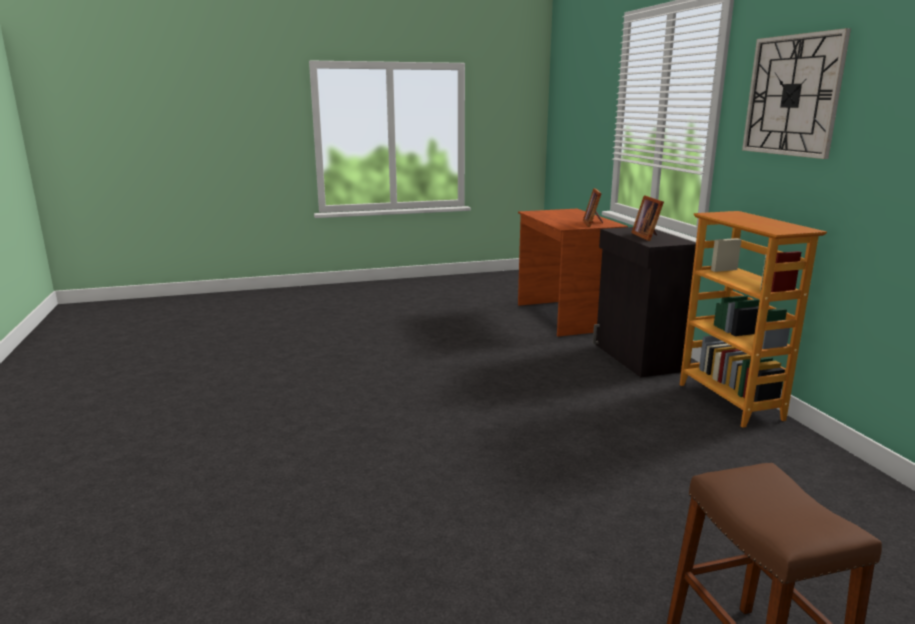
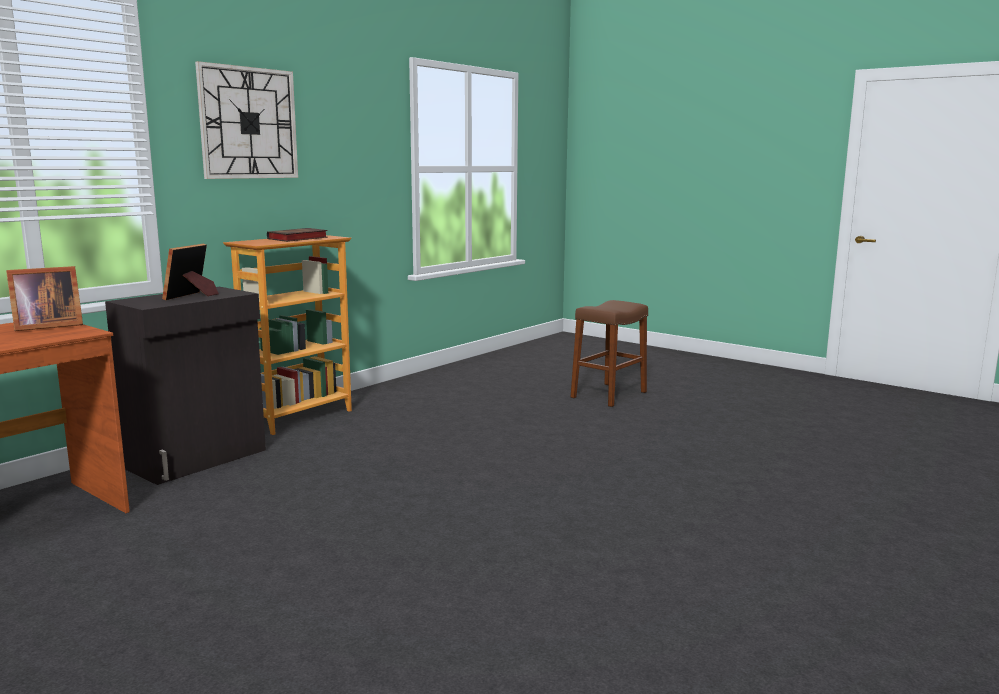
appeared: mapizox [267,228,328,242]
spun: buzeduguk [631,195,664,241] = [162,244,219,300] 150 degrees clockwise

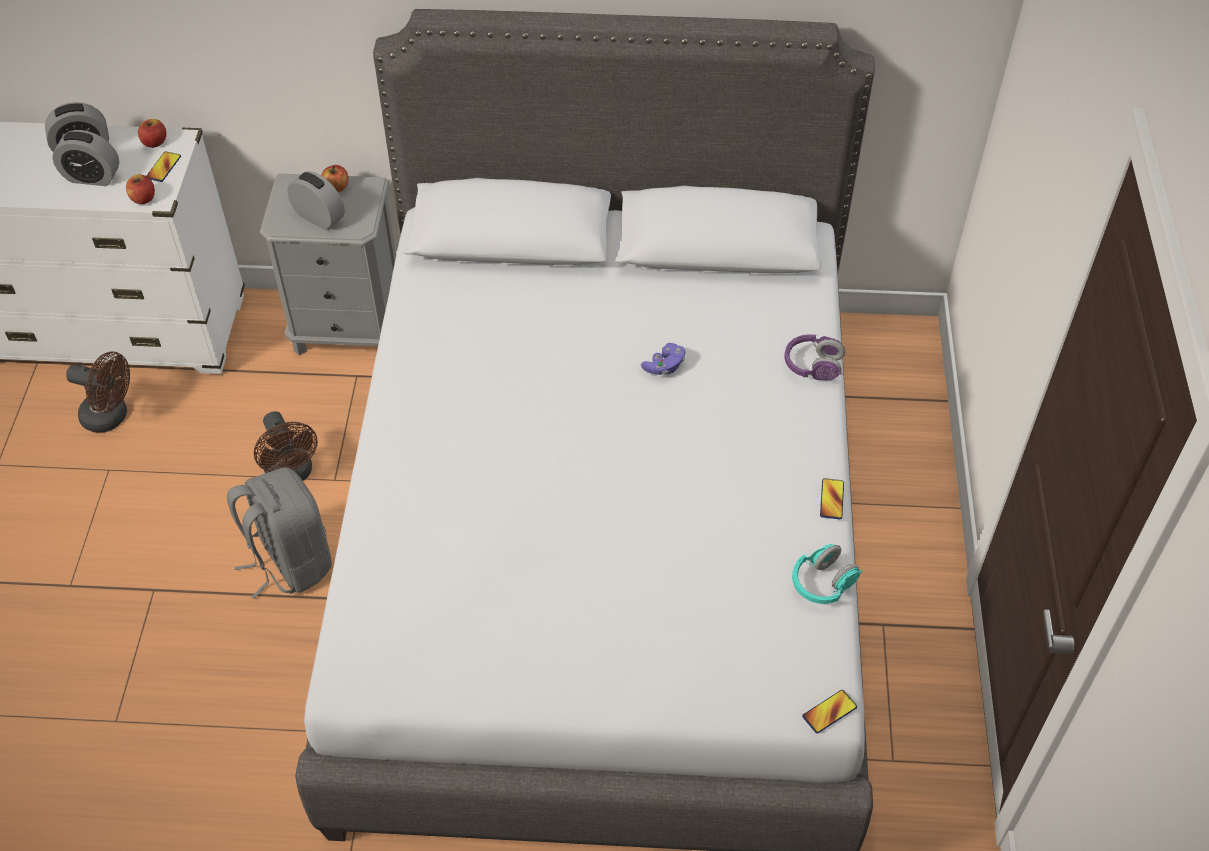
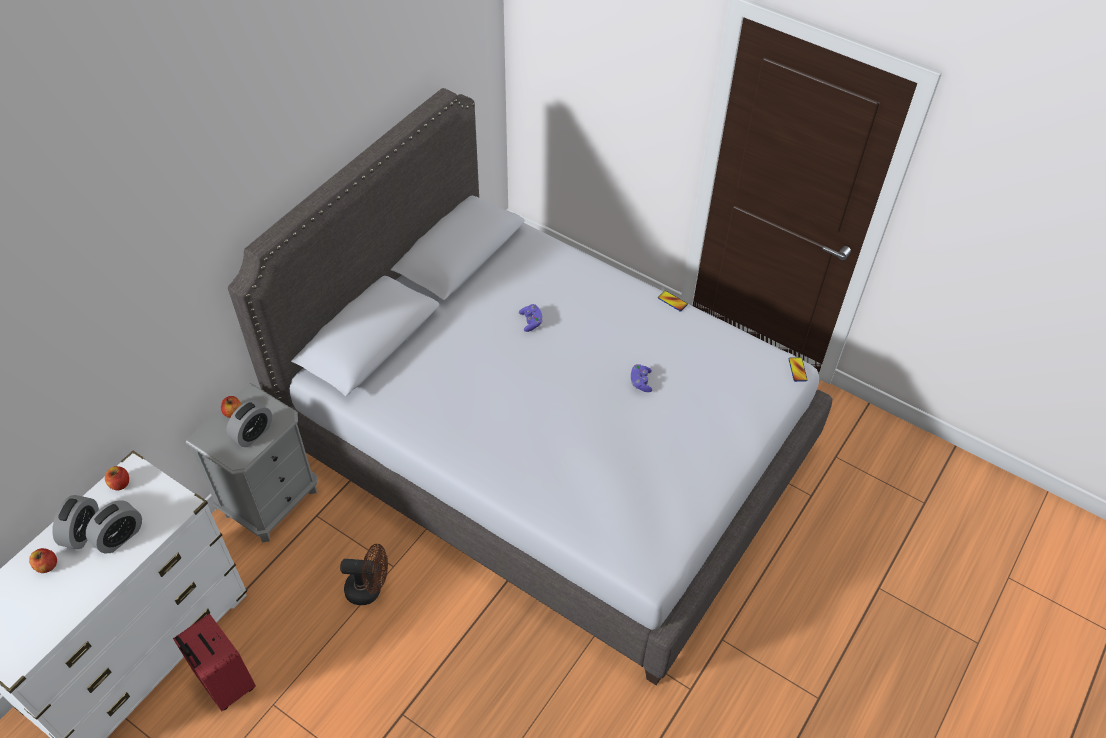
missing: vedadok [147,151,181,182]; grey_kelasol [227,467,332,599]; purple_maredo [785,334,845,380]; turquoise_maredo [792,544,863,604]
appeared: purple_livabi [631,364,652,392]
relocated: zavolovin [126,174,155,204] to [29,548,57,573]
exchanged: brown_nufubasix [66,351,130,432] to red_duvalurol [173,614,256,711]
spun: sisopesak [287,171,345,230] = [227,400,272,447] 150 degrees clockwise

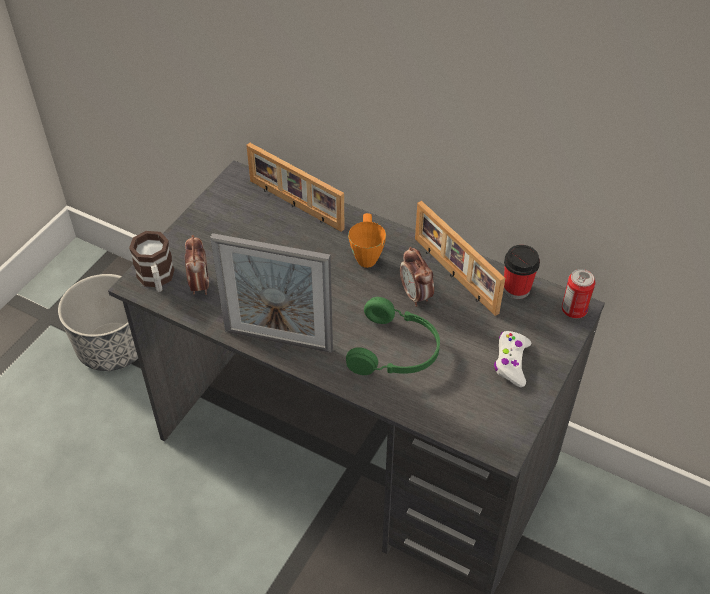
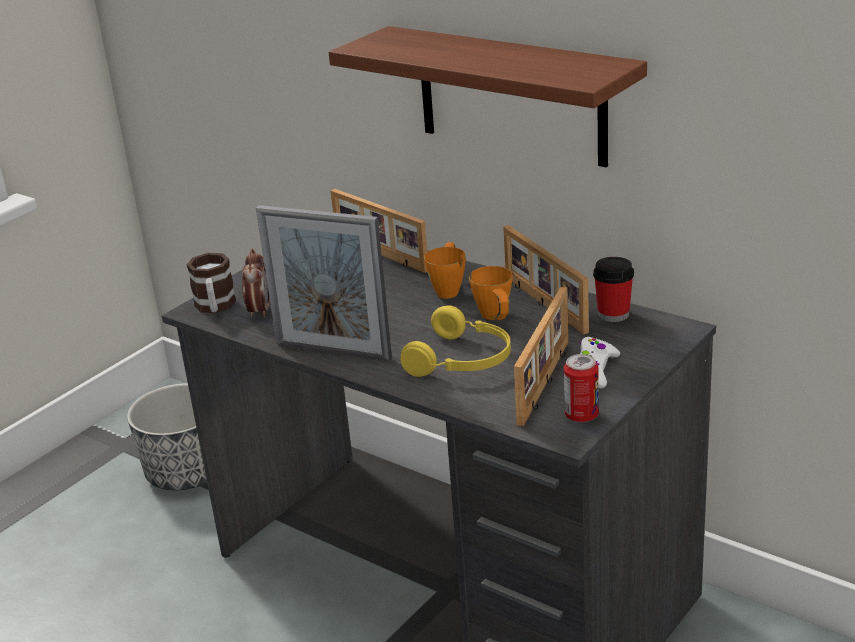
appeared: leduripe [329,26,647,167]; buzeduguk [514,287,568,426]
relocated: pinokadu [562,269,595,318] to [564,354,599,422]
exchanged: sisopesak [400,247,434,307] to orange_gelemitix [469,266,513,320]
colour: green_maredo [346,297,440,375] to yellow_maredo [400,305,511,377]

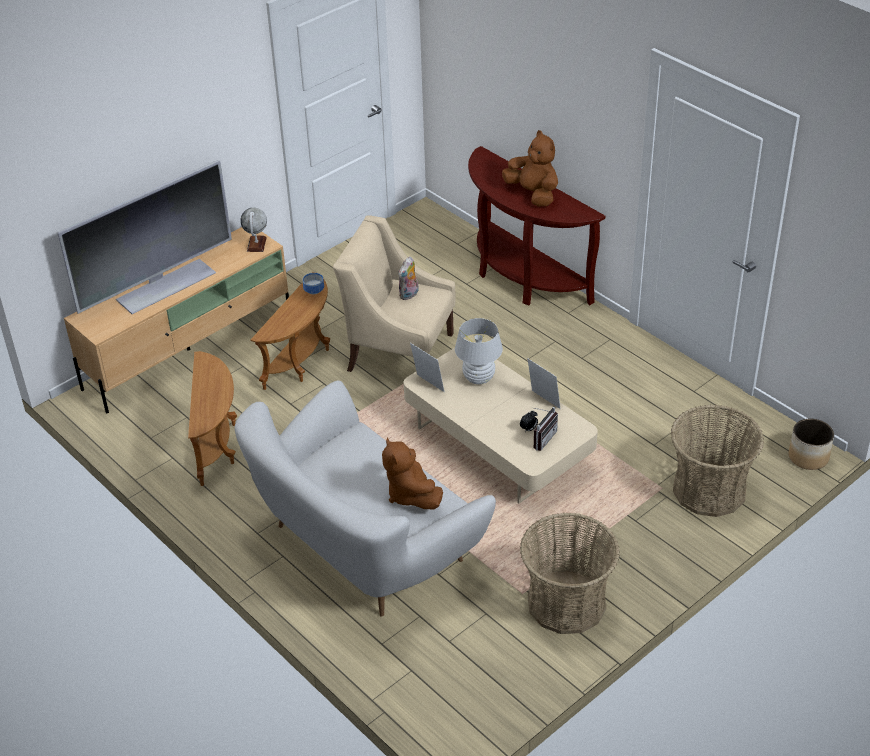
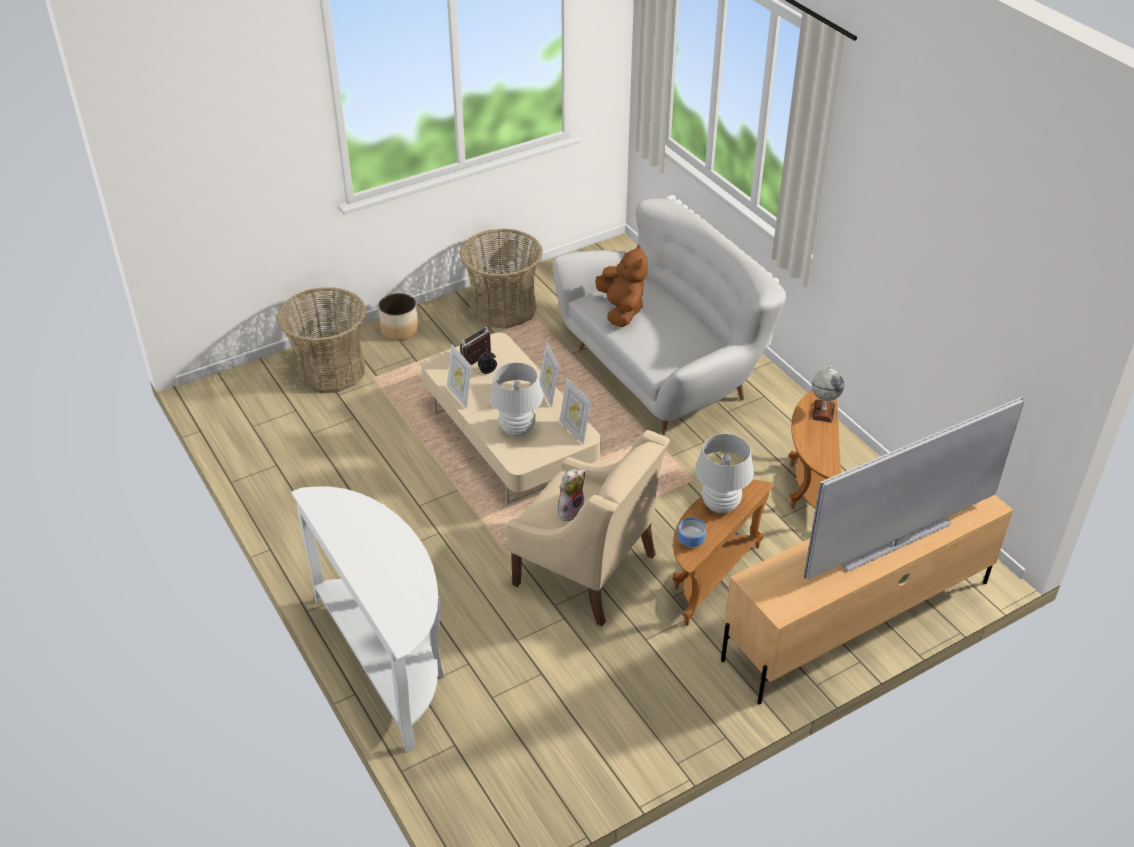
missing: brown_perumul [502,130,558,206]
appeared: buzeduguk [539,341,560,408]; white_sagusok [695,434,754,513]
relocated: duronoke [789,418,834,470] to [378,293,419,341]; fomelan [240,207,267,252] to [812,366,844,423]
colour: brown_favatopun [468,146,605,305] to white_favatopun [291,486,445,752]

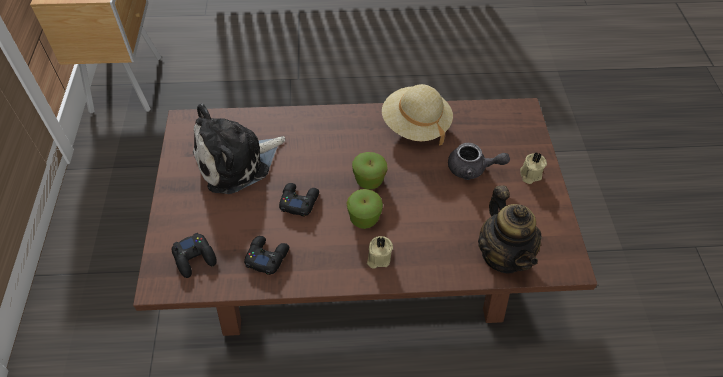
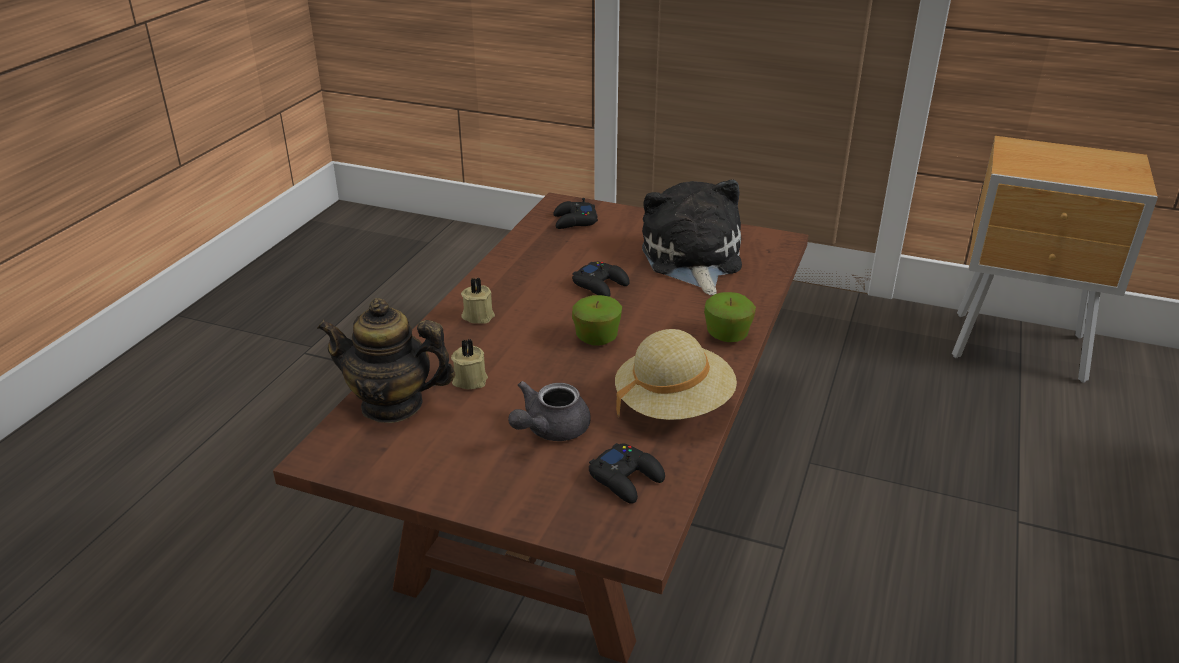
relocated: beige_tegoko [520,152,547,184] to [451,339,488,389]; black_livabi [244,236,289,275] to [589,443,665,504]; zavolovin [347,189,383,229] to [704,292,756,342]

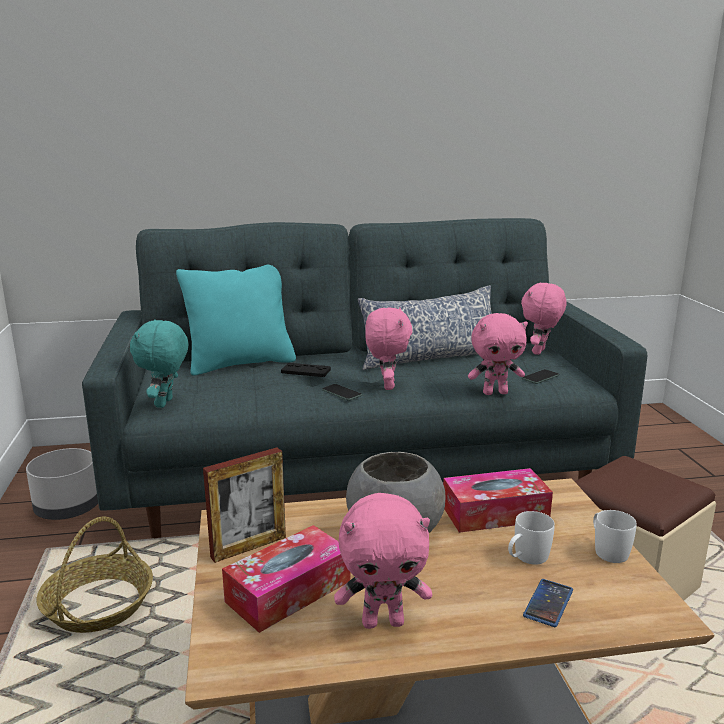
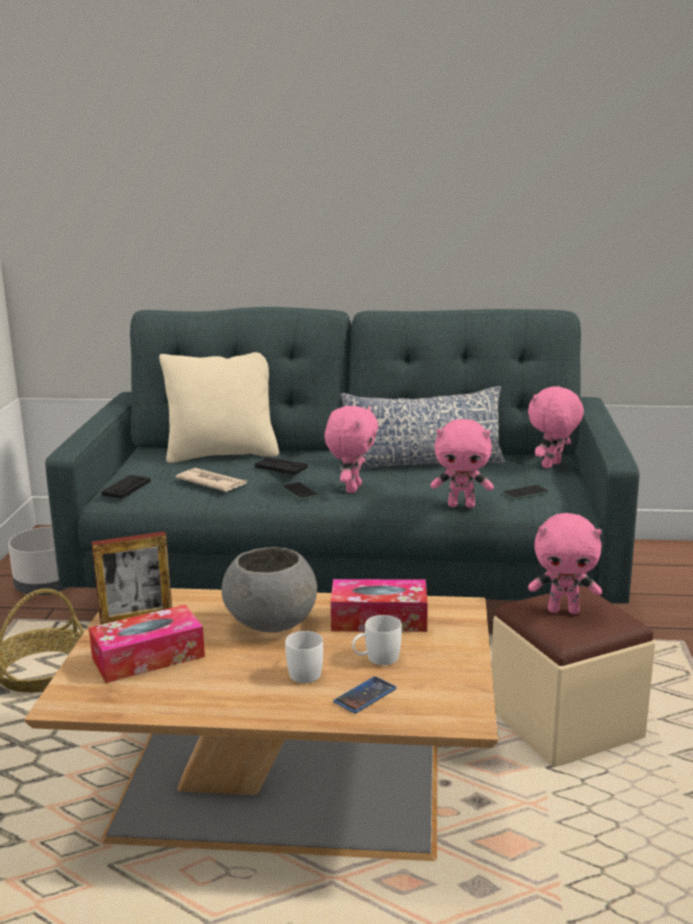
appeared: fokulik [176,468,247,492]
relocated: white_gelemitix [593,510,637,563] to [285,631,323,683]; pink_perumul [334,493,432,629] to [528,513,602,614]
exchanged: turquoise_perumul [130,319,188,408] to black_livabi [101,475,151,498]
colour: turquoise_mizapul [176,265,296,376] to beige_mizapul [159,352,279,463]

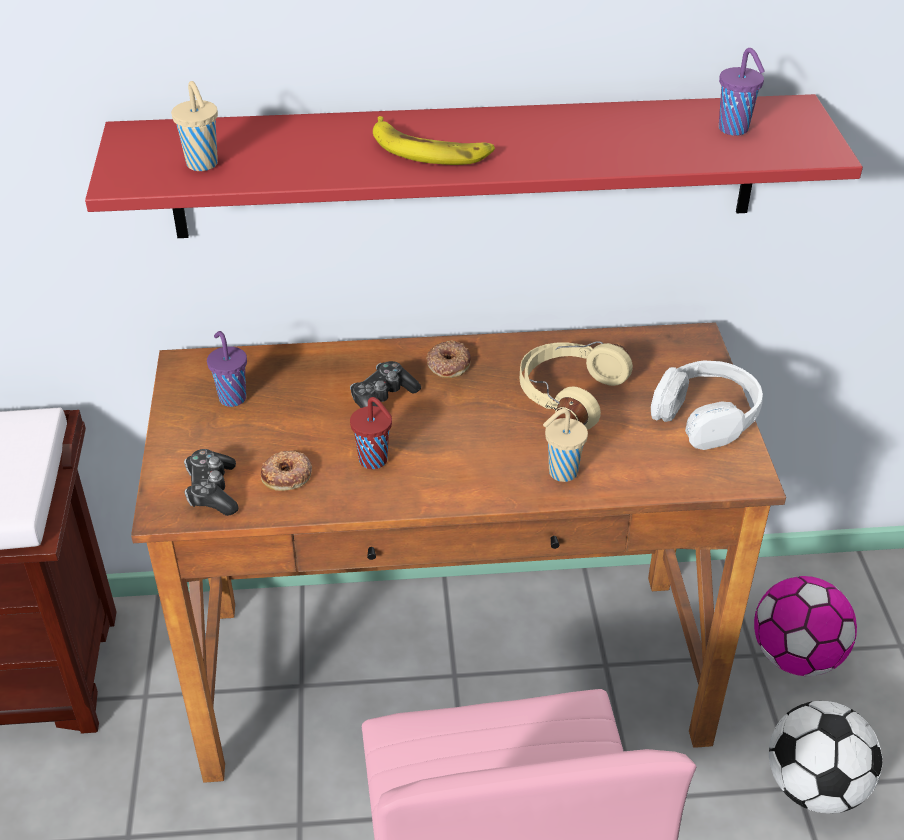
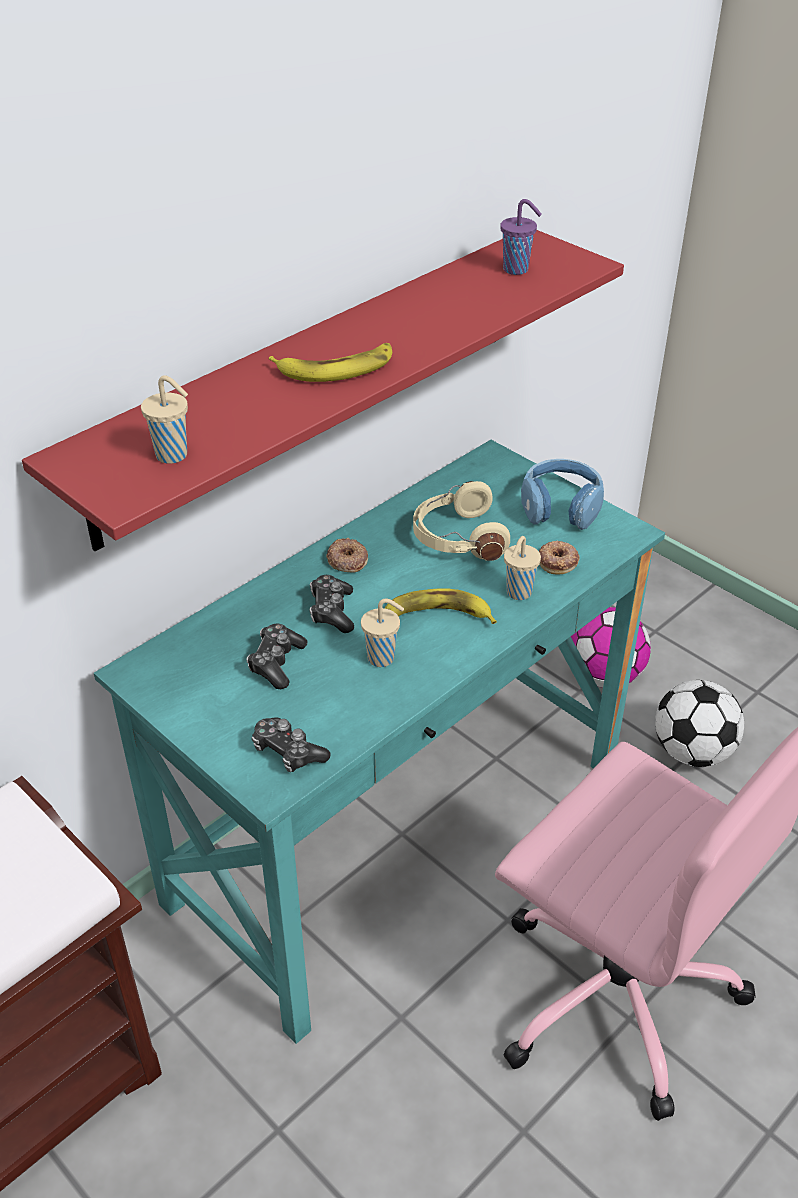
missing: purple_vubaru [207,331,247,407]
appeared: livabi [246,624,307,689]; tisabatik [384,589,497,624]
relocated: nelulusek [261,451,312,491] to [539,541,580,574]
colour: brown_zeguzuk [131,322,786,782] to turquoise_zeguzuk [94,440,665,1044]; red_vubaru [350,397,392,469] to beige_vubaru [361,599,404,667]; white_maredo [651,360,763,450] to blue_maredo [521,459,604,530]

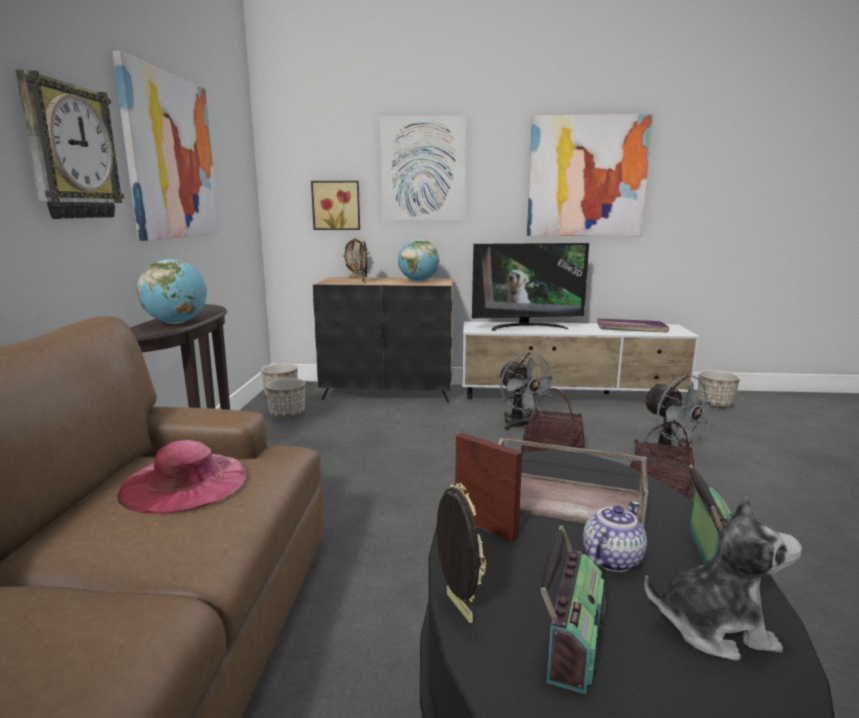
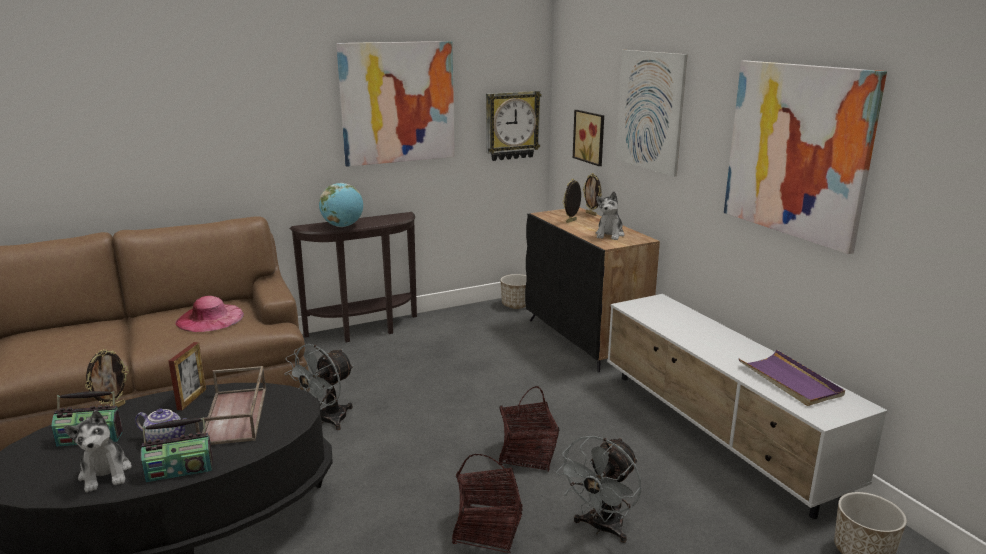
missing: duronoke [265,378,305,418]; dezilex [472,243,589,331]
relocated: grey_nufubasix [499,352,558,431] to [284,344,354,430]; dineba [15,69,124,219] to [486,91,541,161]
exchanged: fomelan [398,239,439,281] to perumul [596,191,624,240]

